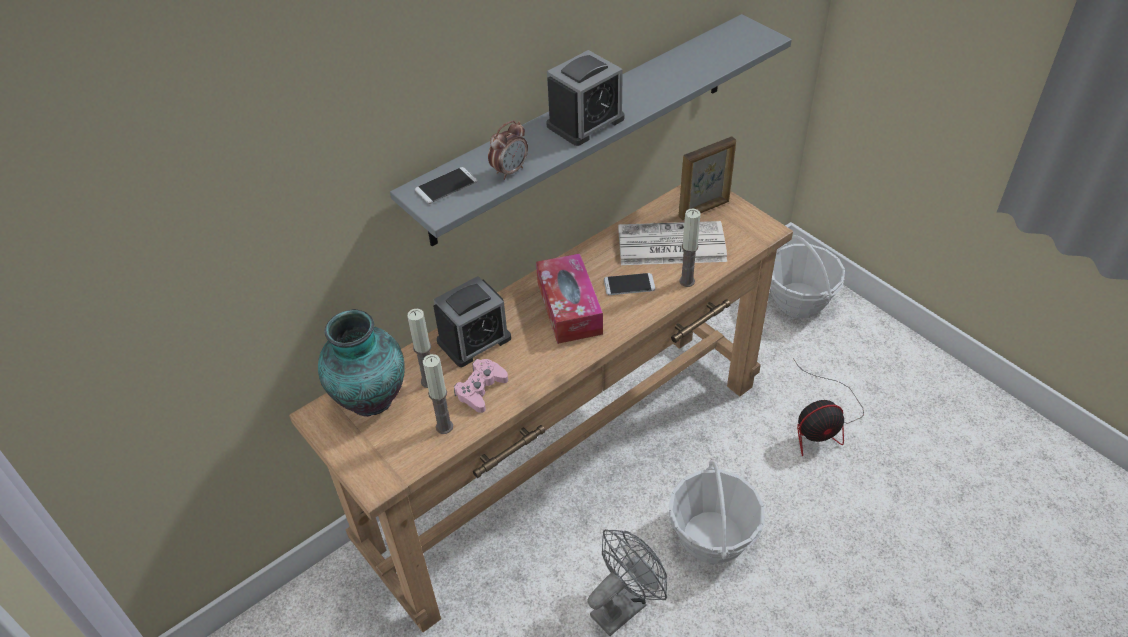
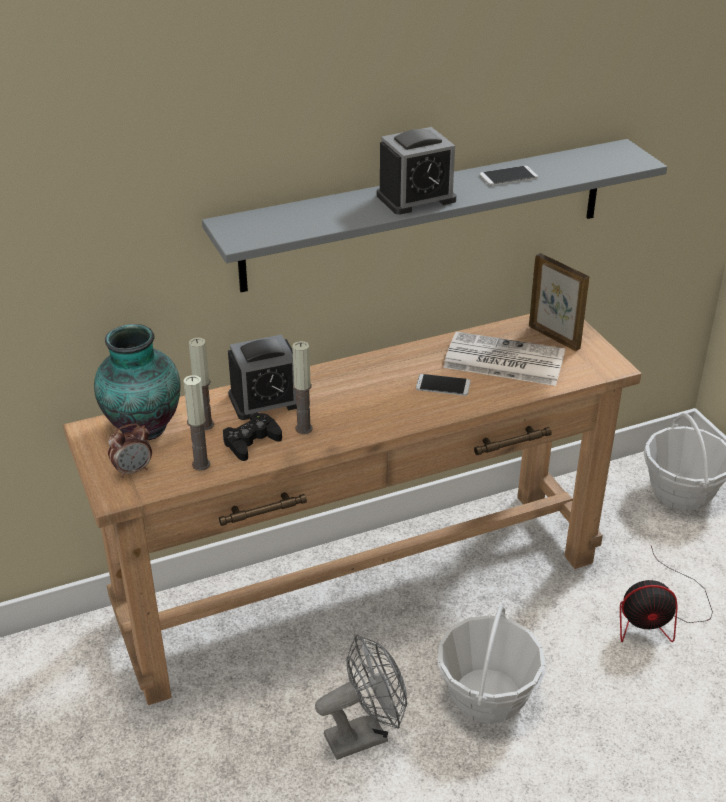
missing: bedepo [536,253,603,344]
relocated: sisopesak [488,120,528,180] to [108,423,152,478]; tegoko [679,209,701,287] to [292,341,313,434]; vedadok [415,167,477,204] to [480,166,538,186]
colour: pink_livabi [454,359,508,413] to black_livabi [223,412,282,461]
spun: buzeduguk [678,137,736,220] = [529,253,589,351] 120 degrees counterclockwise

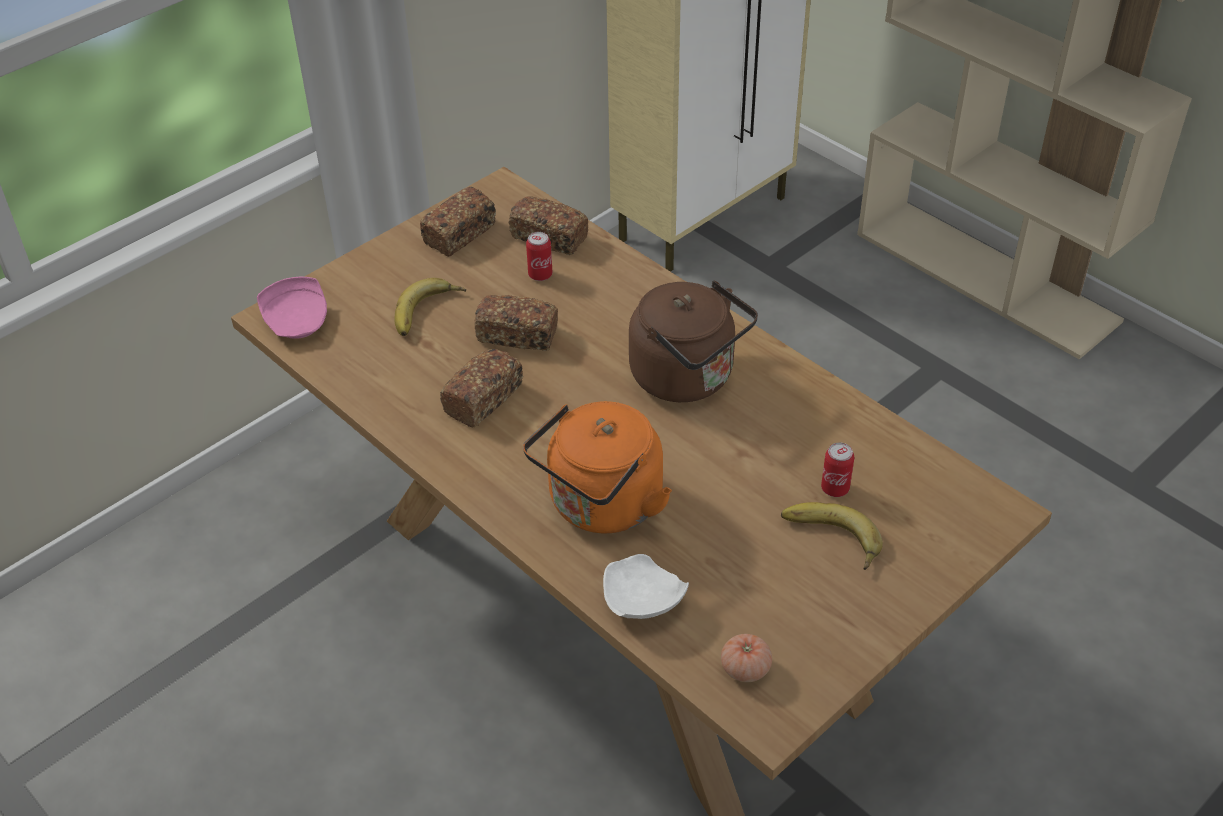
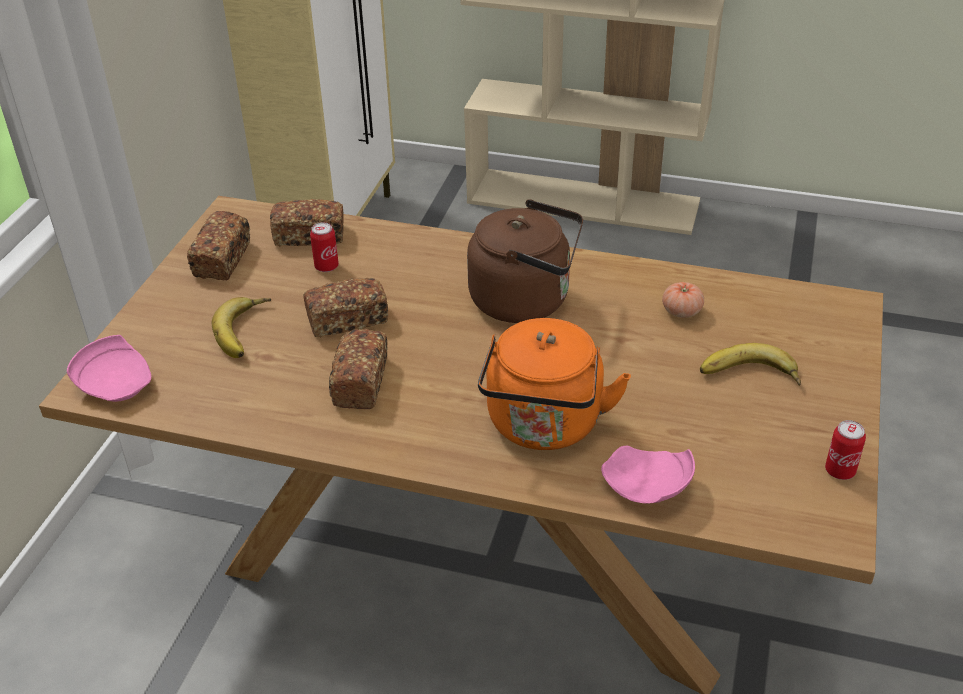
relocated: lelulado [721,634,772,682] to [662,282,704,318]; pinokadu [821,443,854,497] to [825,420,866,480]
colour: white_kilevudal [603,554,689,619] to pink_kilevudal [601,446,695,504]

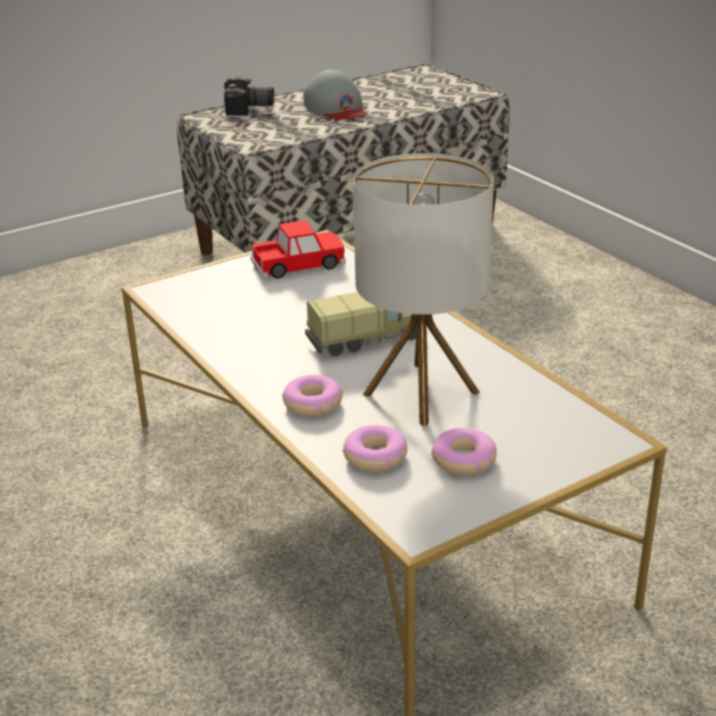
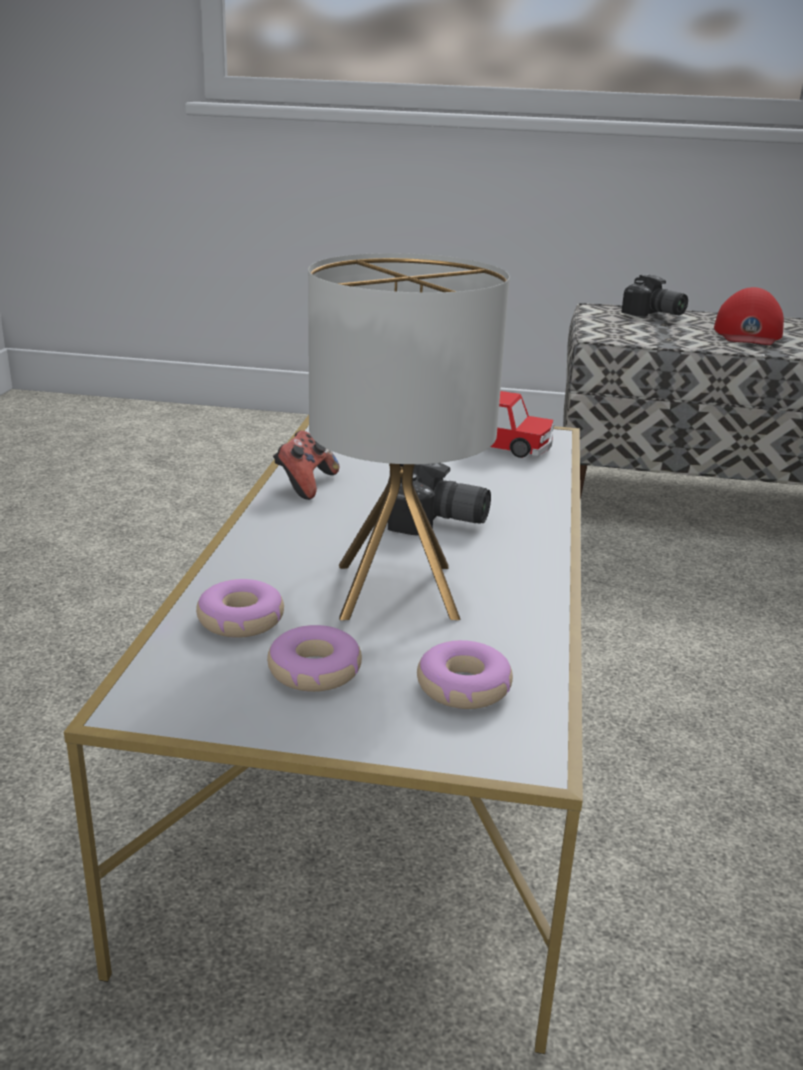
appeared: livabi [273,431,339,500]
relocated: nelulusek [282,375,343,417] to [417,640,513,709]
exchanged: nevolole [305,292,417,356] to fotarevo [388,463,491,536]
colour: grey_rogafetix [304,69,366,120] to red_rogafetix [714,287,784,345]

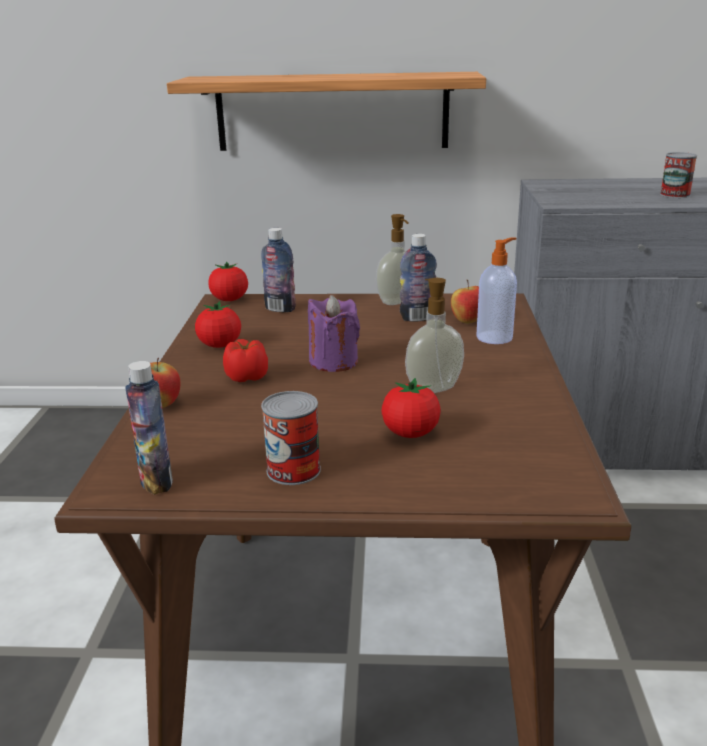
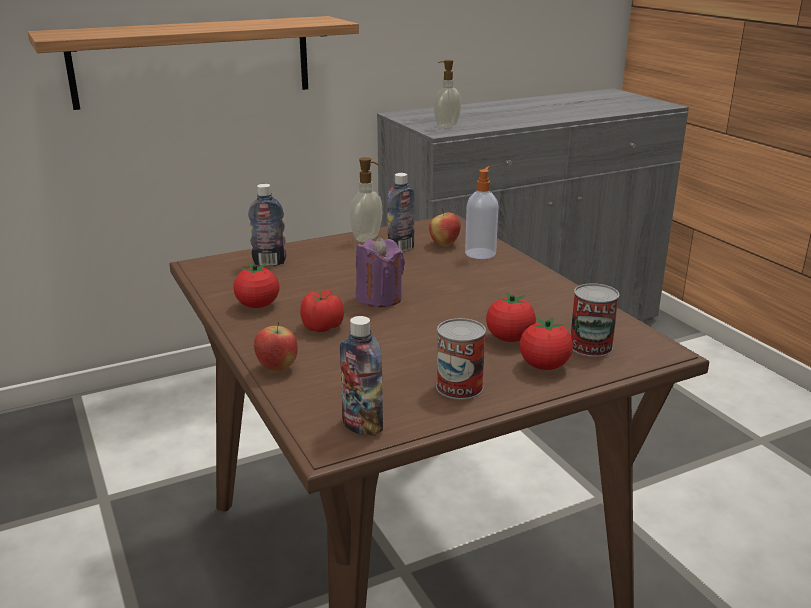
relocated: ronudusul [405,278,464,393] to [434,60,461,128]; lelulado [208,262,248,301] to [519,317,573,370]; pinokadu [660,152,697,198] to [571,283,619,357]

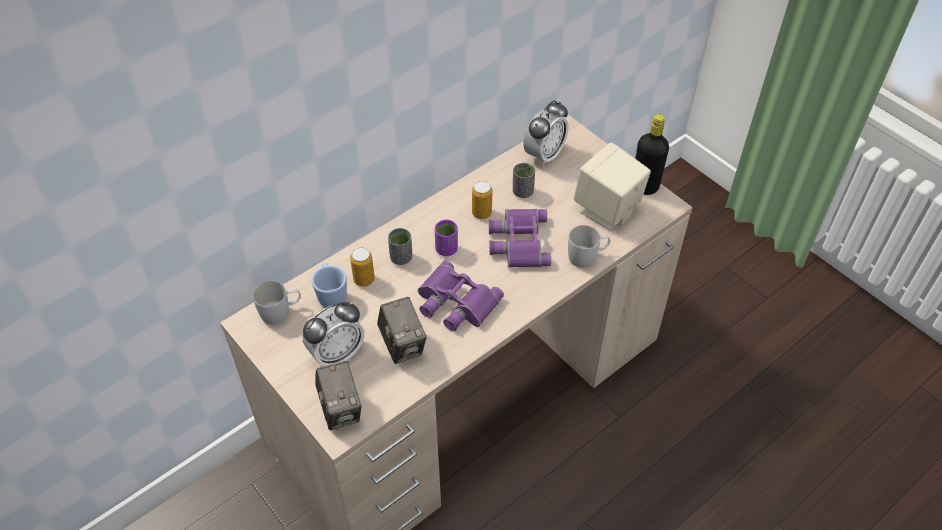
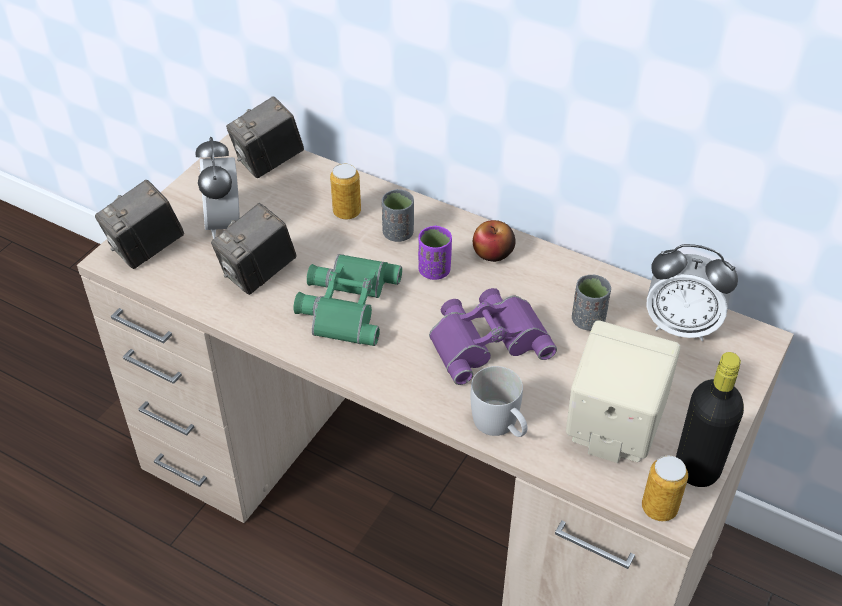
missing: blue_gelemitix [312,263,347,308]
appeared: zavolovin [473,220,516,262]
relocated: pinokadu [472,181,492,219] to [642,456,688,521]
exchanged: white_gelemitix [253,281,301,325] to fotarevo [226,96,304,178]
colour: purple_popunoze [418,260,504,331] to green_popunoze [294,254,402,346]
spun: sisopesak [302,302,365,366] = [195,137,240,239] 45 degrees clockwise

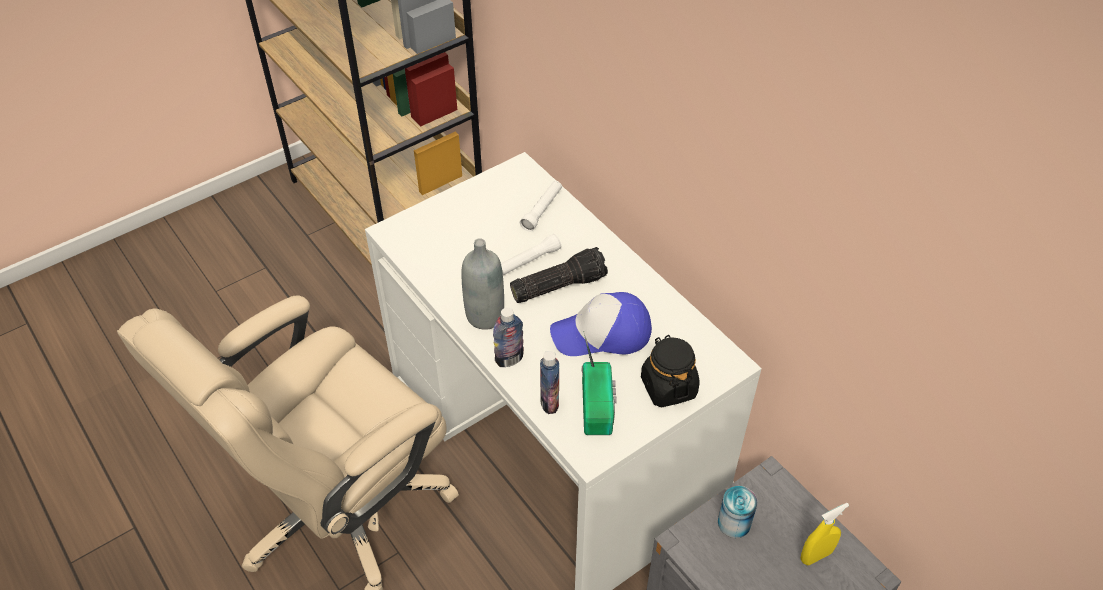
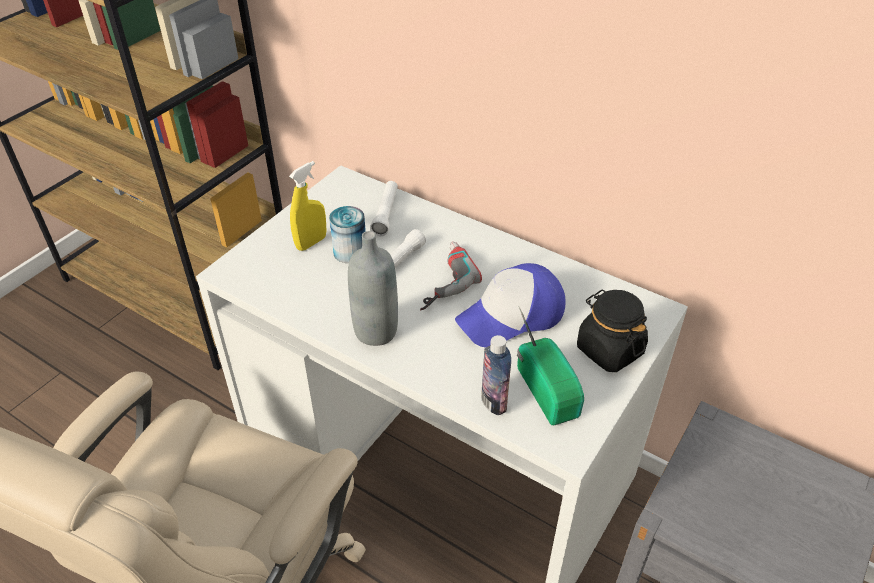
missing: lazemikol [493,307,524,367]
relocated: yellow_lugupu [801,503,849,565] to [289,161,327,251]; pinokadu [718,486,758,538] to [329,206,366,263]
exchanged: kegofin [510,247,608,303] to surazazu [420,242,482,310]

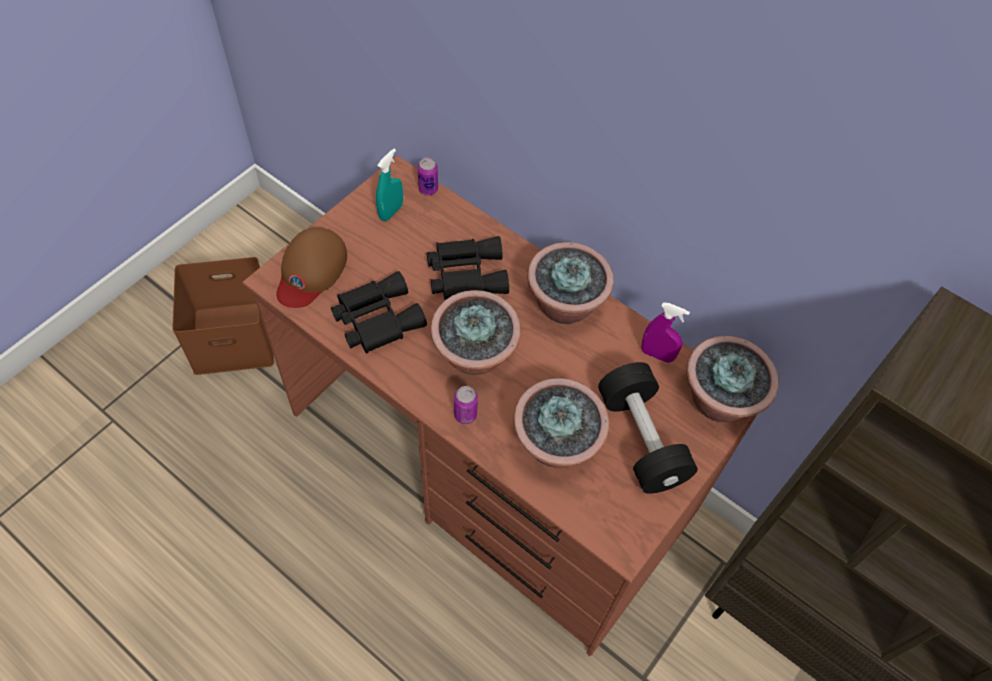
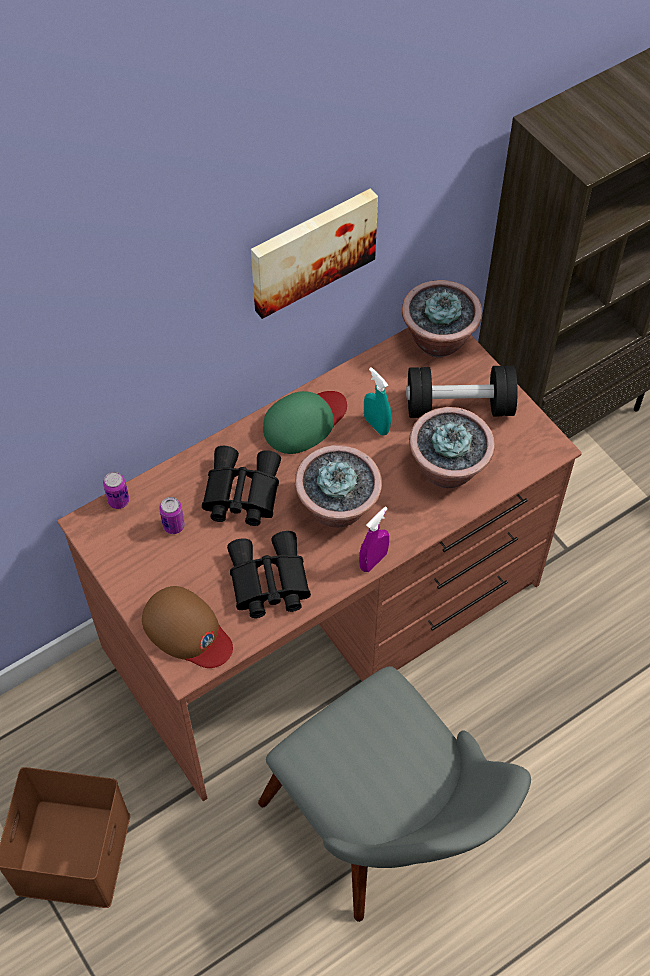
appeared: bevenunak [251,188,378,319]; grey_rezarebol [258,666,531,922]
relocated: pinokadu [454,386,478,424] to [159,497,185,534]; purple_lugupu [641,302,690,363] to [359,507,389,572]; turquoise_lugupu [376,149,403,221] to [364,367,391,435]
exchanged: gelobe [527,242,614,324] to green_rogafetix [263,391,347,454]

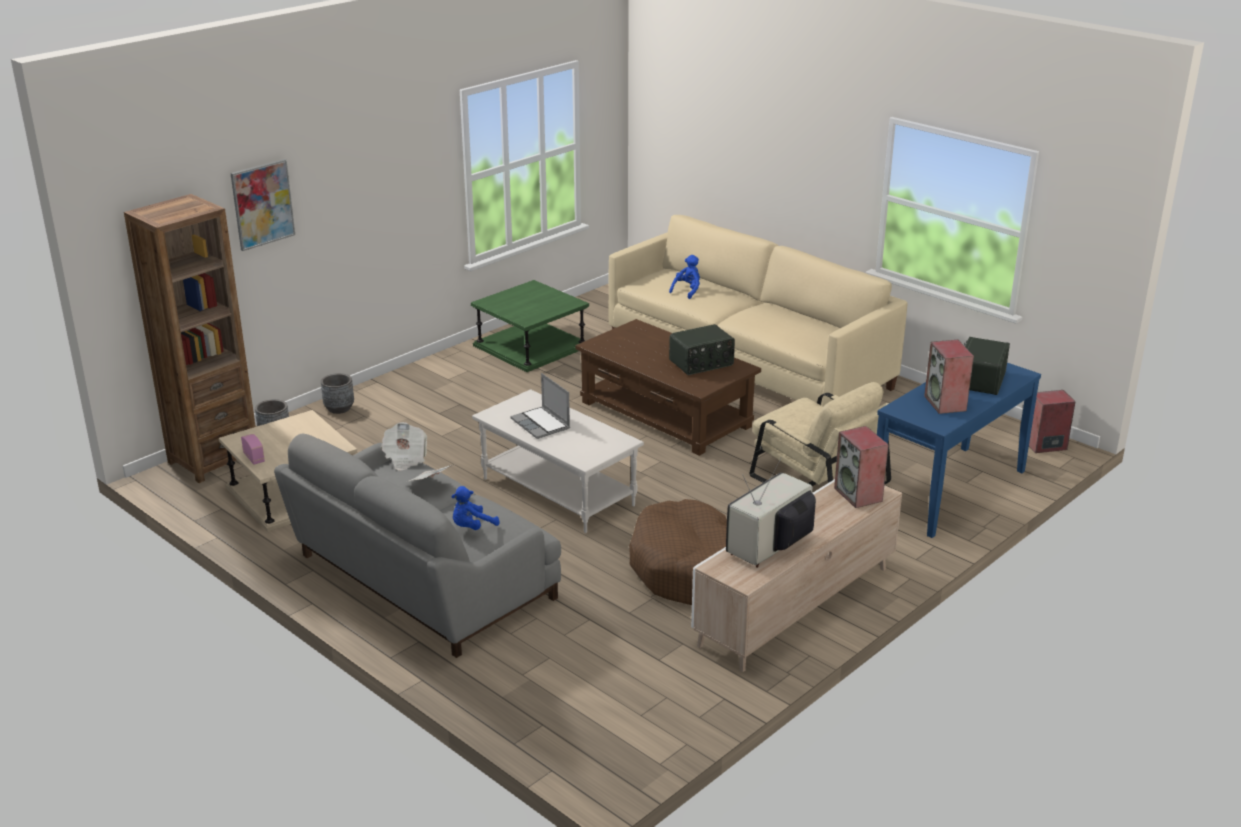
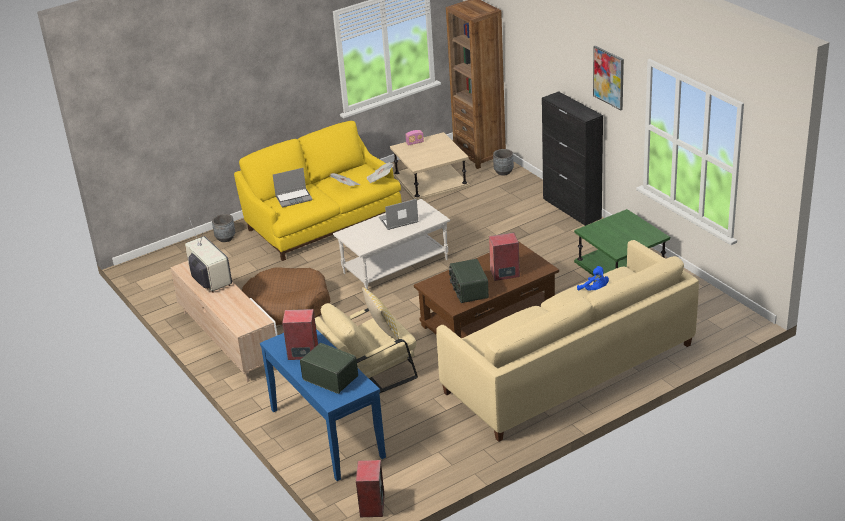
appeared: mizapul [362,287,399,340]; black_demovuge [542,91,603,226]
relocated: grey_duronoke [321,373,354,414] to [212,214,235,242]; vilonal [834,426,889,508] to [489,232,520,281]; bevenunak [230,159,295,251] to [593,46,624,110]
exchanged: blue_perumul [451,486,500,530] to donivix [273,168,313,207]
colour: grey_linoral [274,434,561,658] to yellow_linoral [234,121,401,261]

